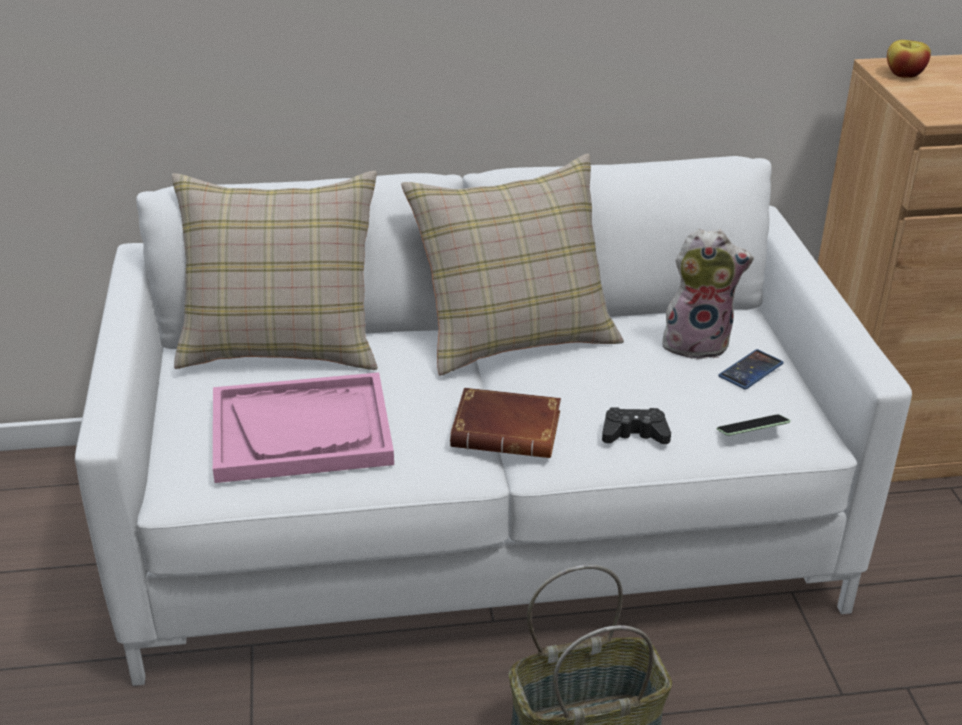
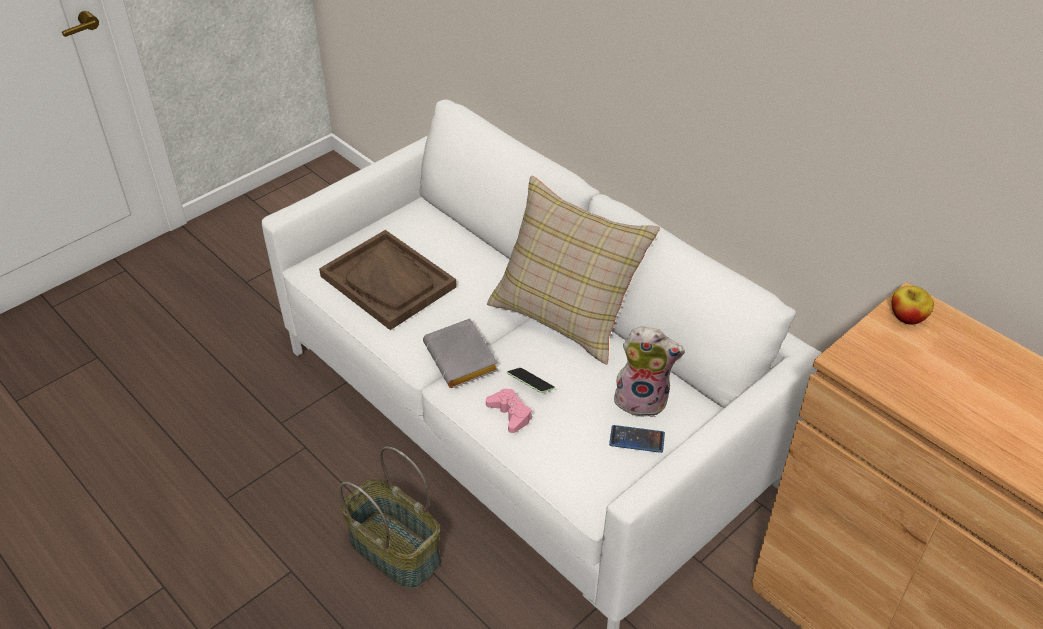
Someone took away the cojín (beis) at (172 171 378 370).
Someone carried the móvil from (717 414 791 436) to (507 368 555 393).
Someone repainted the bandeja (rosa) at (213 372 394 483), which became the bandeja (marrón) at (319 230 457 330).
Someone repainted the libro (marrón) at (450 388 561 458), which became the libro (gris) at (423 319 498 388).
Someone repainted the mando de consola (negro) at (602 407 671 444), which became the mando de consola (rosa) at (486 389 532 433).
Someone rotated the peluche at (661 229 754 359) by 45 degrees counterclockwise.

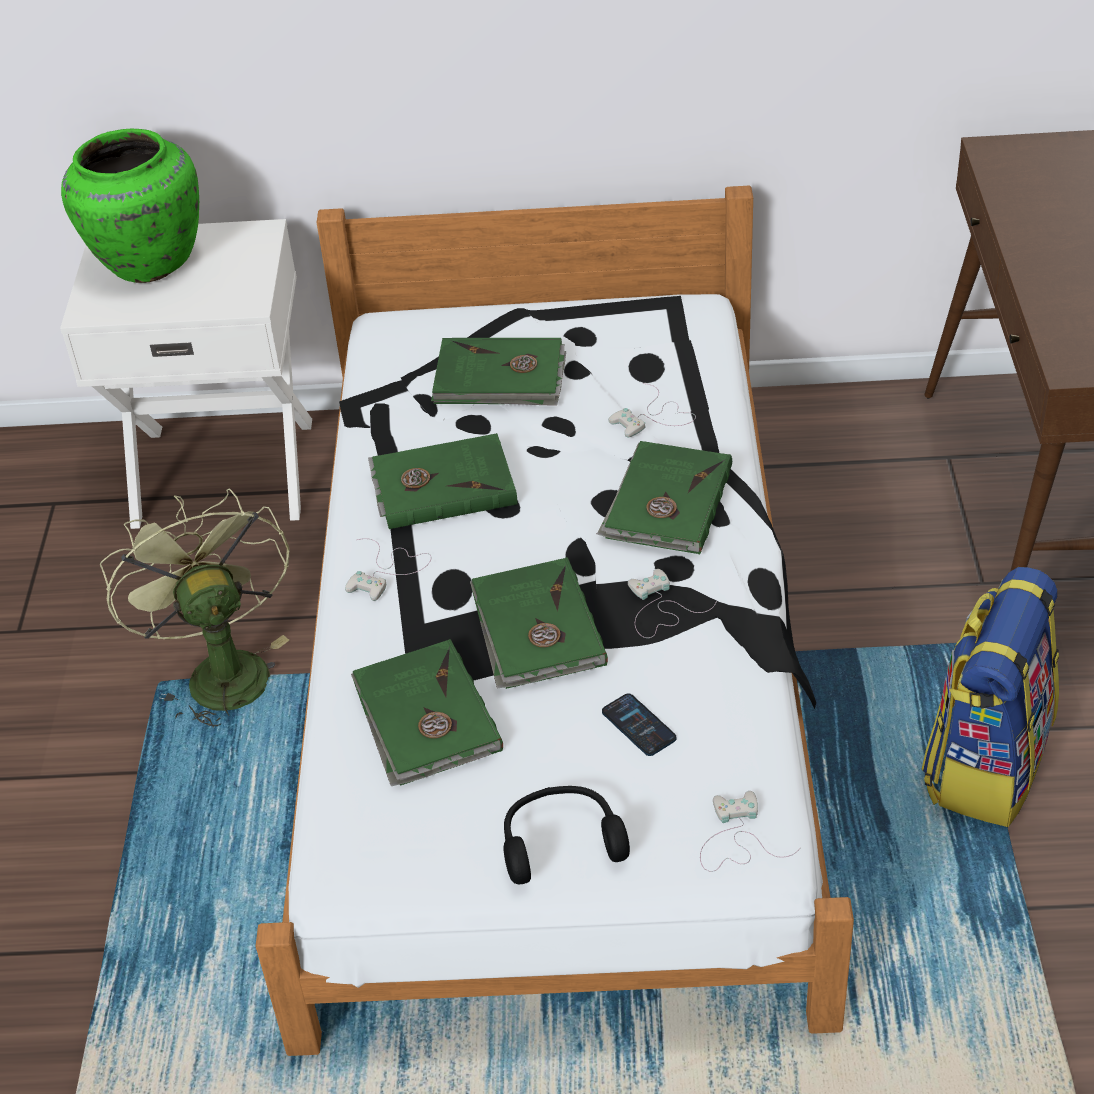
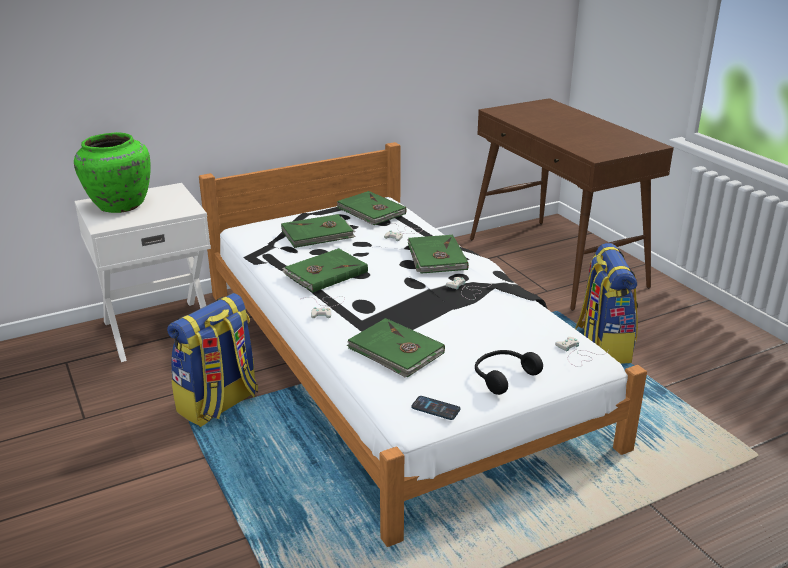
Someone carried the libro (verde) from (470 557 608 689) to (337 191 406 225).
Someone carried the móvil from (602 693 676 756) to (411 396 460 420).
Someone swapped the ventilador (verde) at (100 488 290 728) for the mochila at (167 293 258 427).

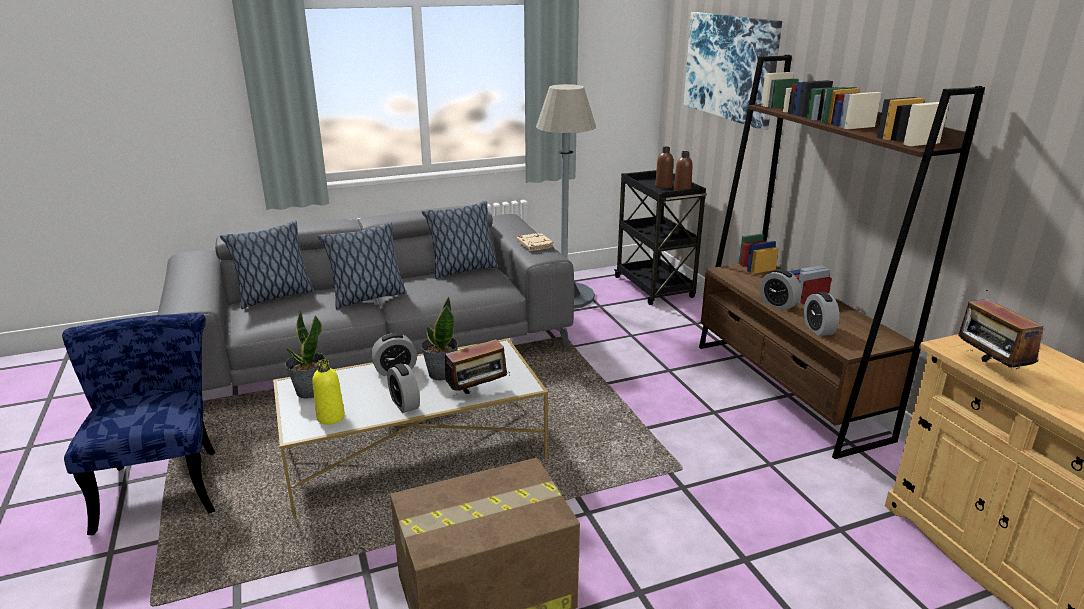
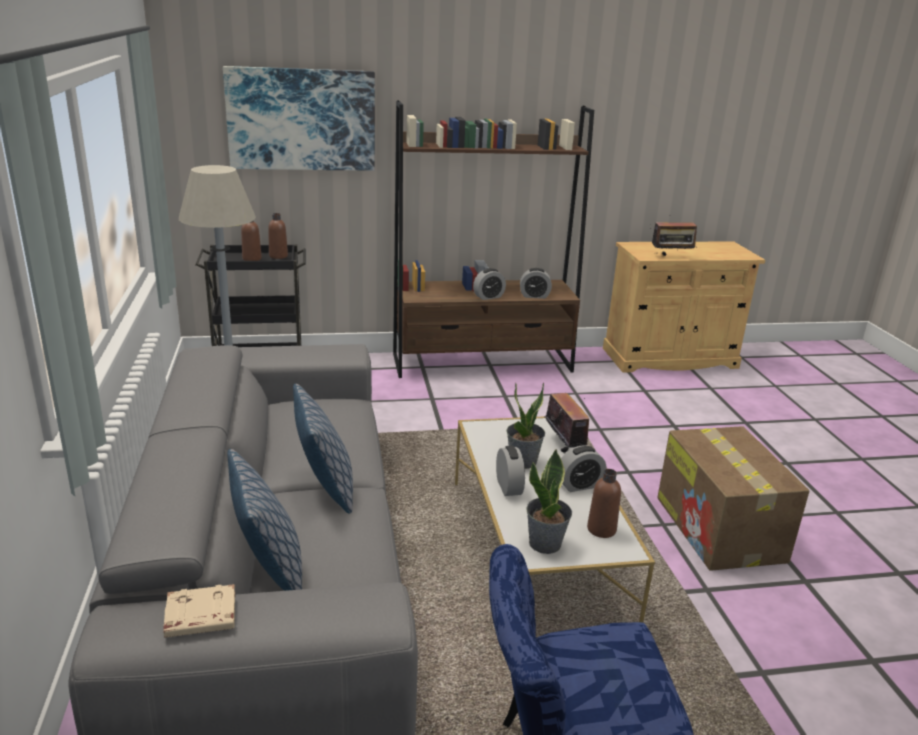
Someone took away the cojín at (422 201 498 279).
Someone carried the libro (beis) from (517 233 554 251) to (163 584 235 638).
Someone repainted the botella (amarillo) at (312 359 345 425), which became the botella (marrón) at (587 469 621 538).

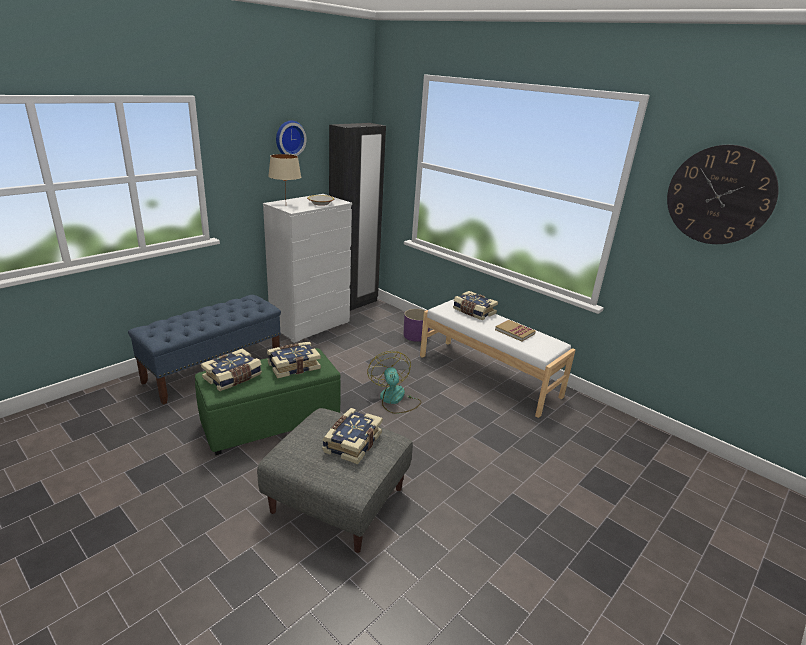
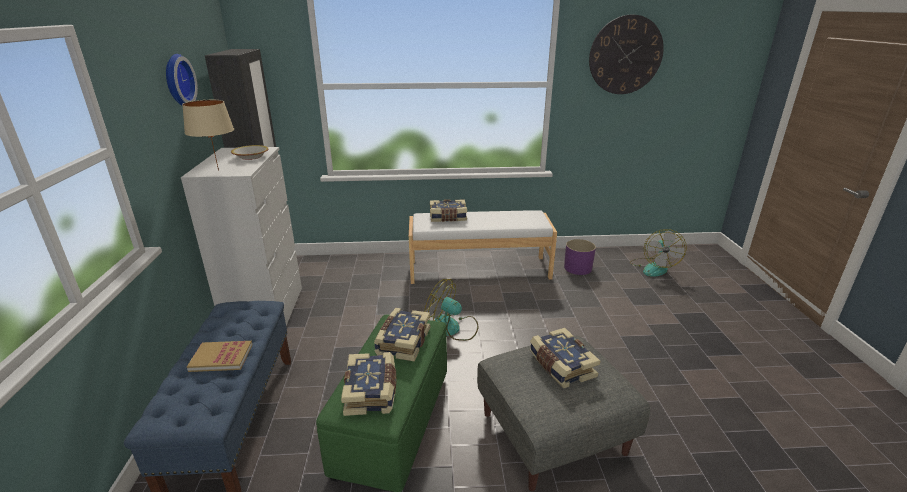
Someone put down the ventilador at (630 229 687 277).
Someone carried the maceta (morado) from (403 309 430 342) to (564 239 596 275).
Someone carried the libro from (495 320 536 341) to (187 341 253 372).

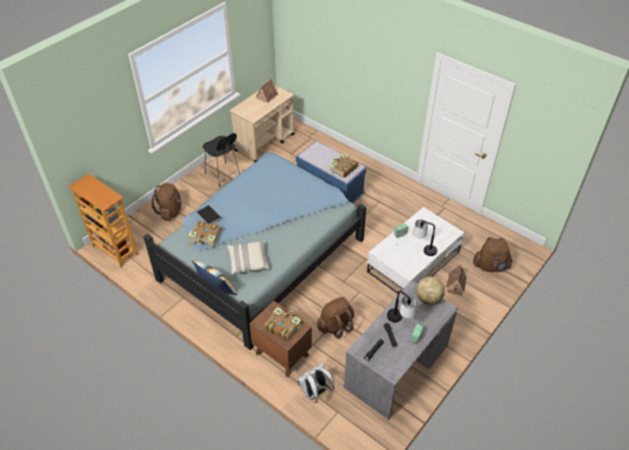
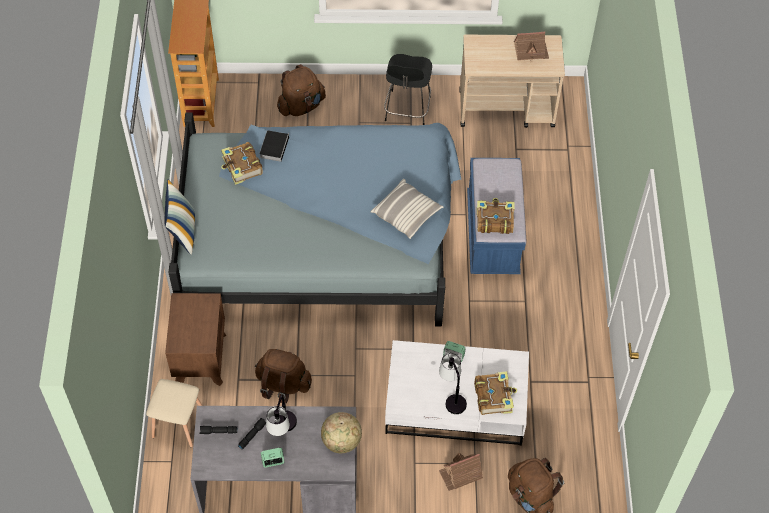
Someone carried the cojín from (227 241 269 274) to (371 179 443 239).
Someone carried the libro from (265 307 301 341) to (474 371 517 415).
Someone swapped the mochila (blanco) at (297 363 334 403) for the taburete (beis) at (146 379 203 447).

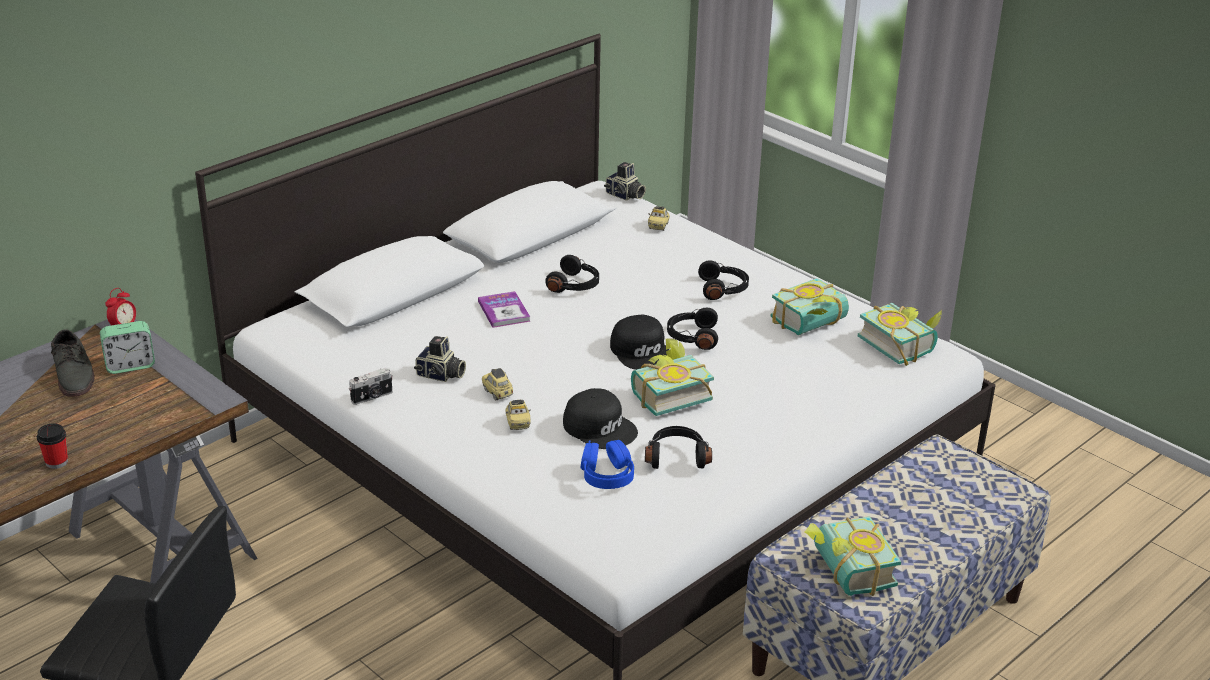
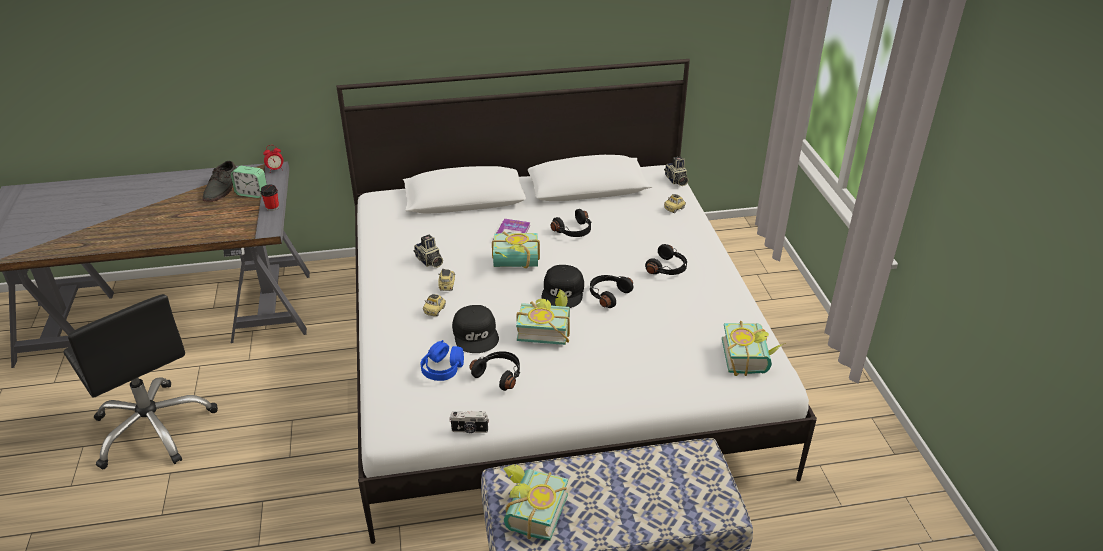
Someone carried the taza from (37 423 68 469) to (261 185 279 211).
Someone carried the cámara from (349 368 392 405) to (449 411 489 433).
Someone carried the libro from (771 278 849 335) to (492 232 540 268).

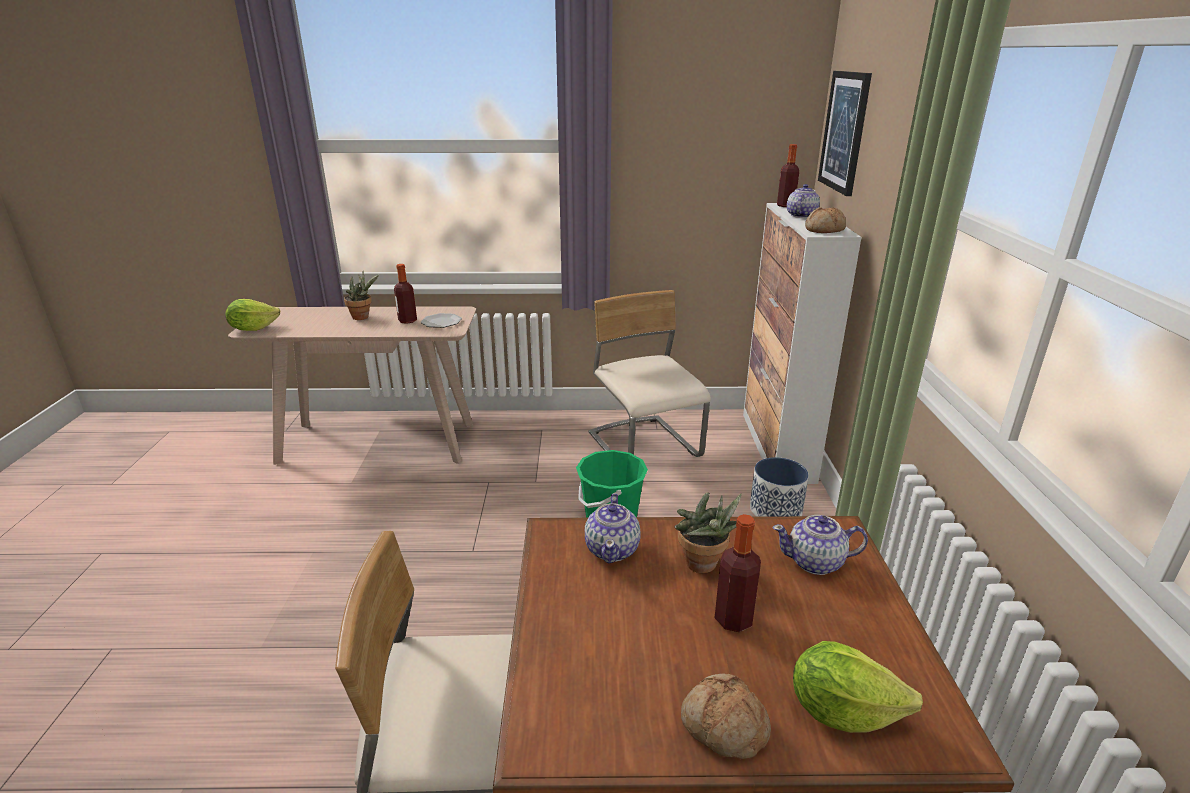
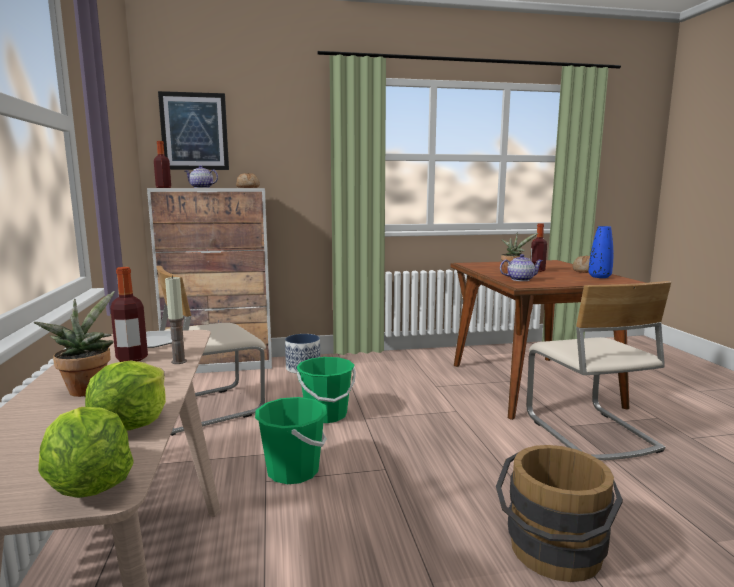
Someone took away the tetera at (772 515 868 575).
Someone put down the vela at (165 275 187 364).
Someone put down the cubo (verde) at (255 397 327 484).
Someone put down the cubo (marrón) at (496 445 623 582).
Someone put down the florero (azul) at (589 226 613 278).
Someone carried the lechuga from (793 641 923 733) to (85 360 166 431).

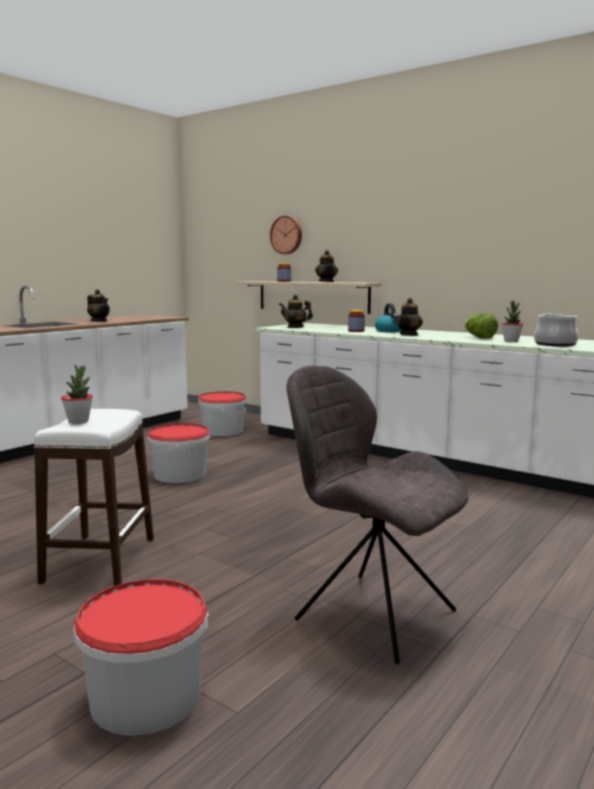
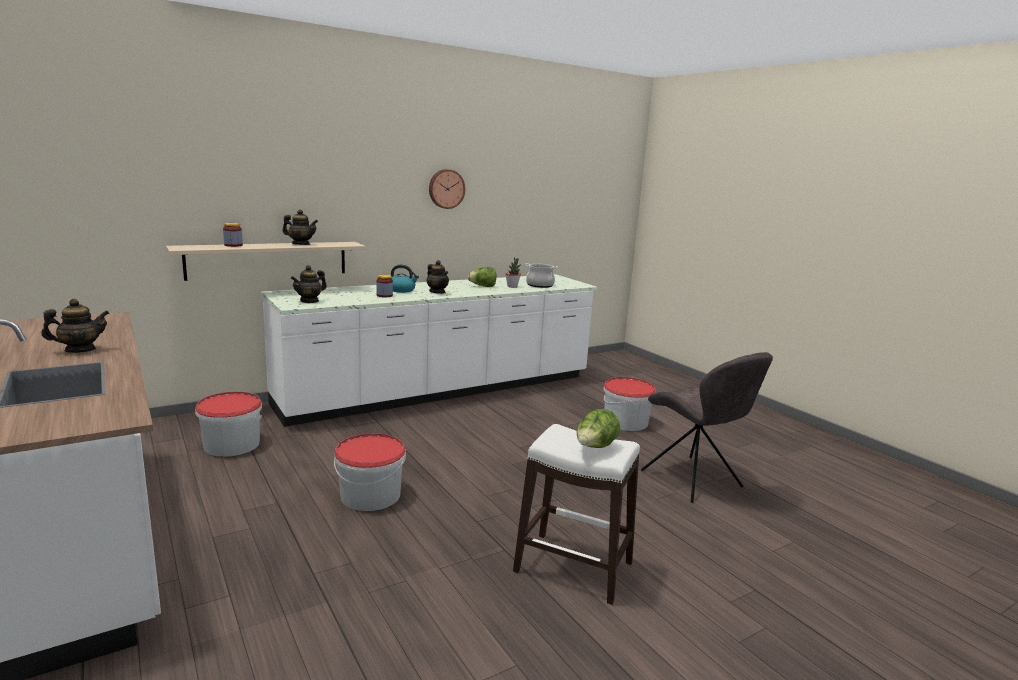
Someone carried the cubo from (73 579 209 736) to (604 377 656 431).
Someone carried the reloj de pared from (270 216 302 254) to (429 169 465 209).
Someone swapped the planta en maceta at (61 365 93 424) for the lechuga at (577 409 620 448).
Someone rotated the silla (gris) at (286 366 469 664) by 90 degrees counterclockwise.

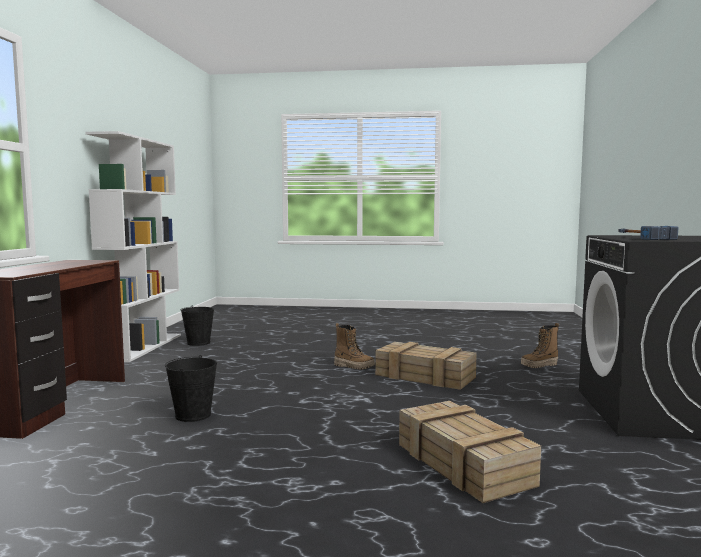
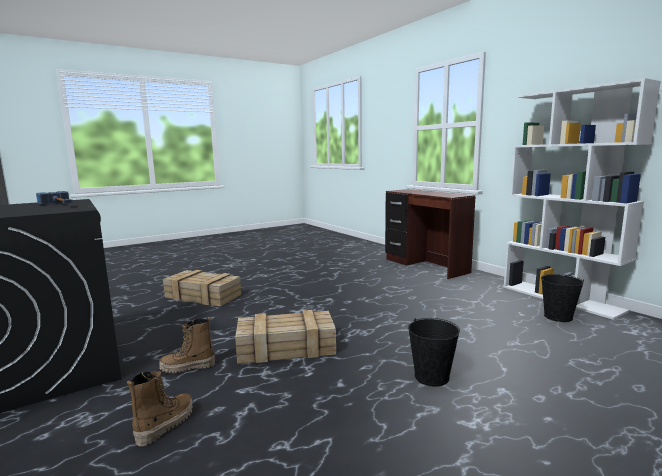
Someone carried the cubo (negro) from (165 355 217 422) to (408 318 460 387).
Someone carried the bota from (334 323 375 369) to (159 317 215 373).

